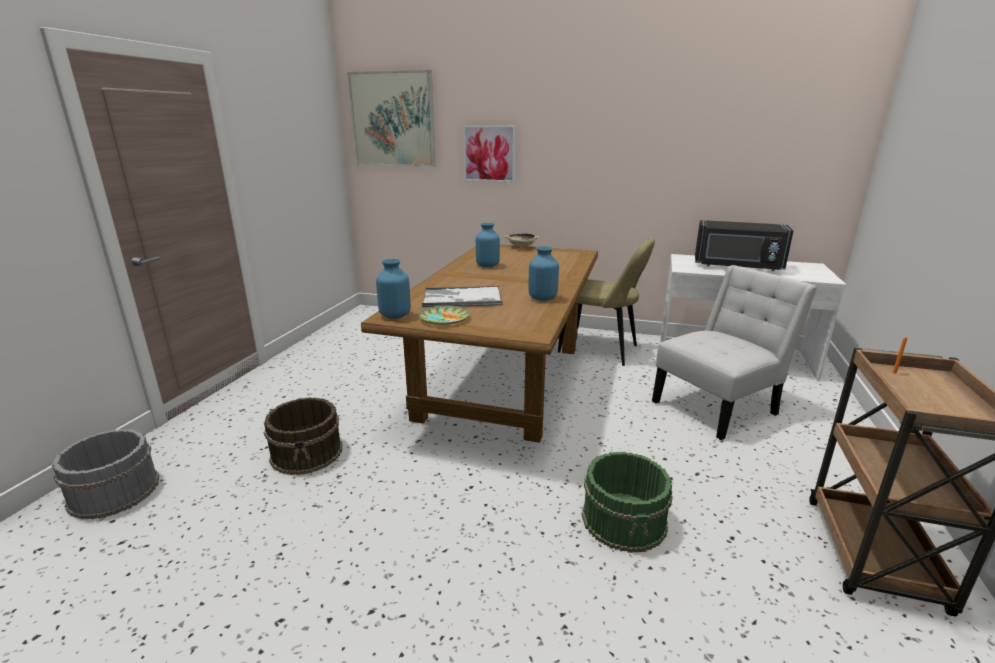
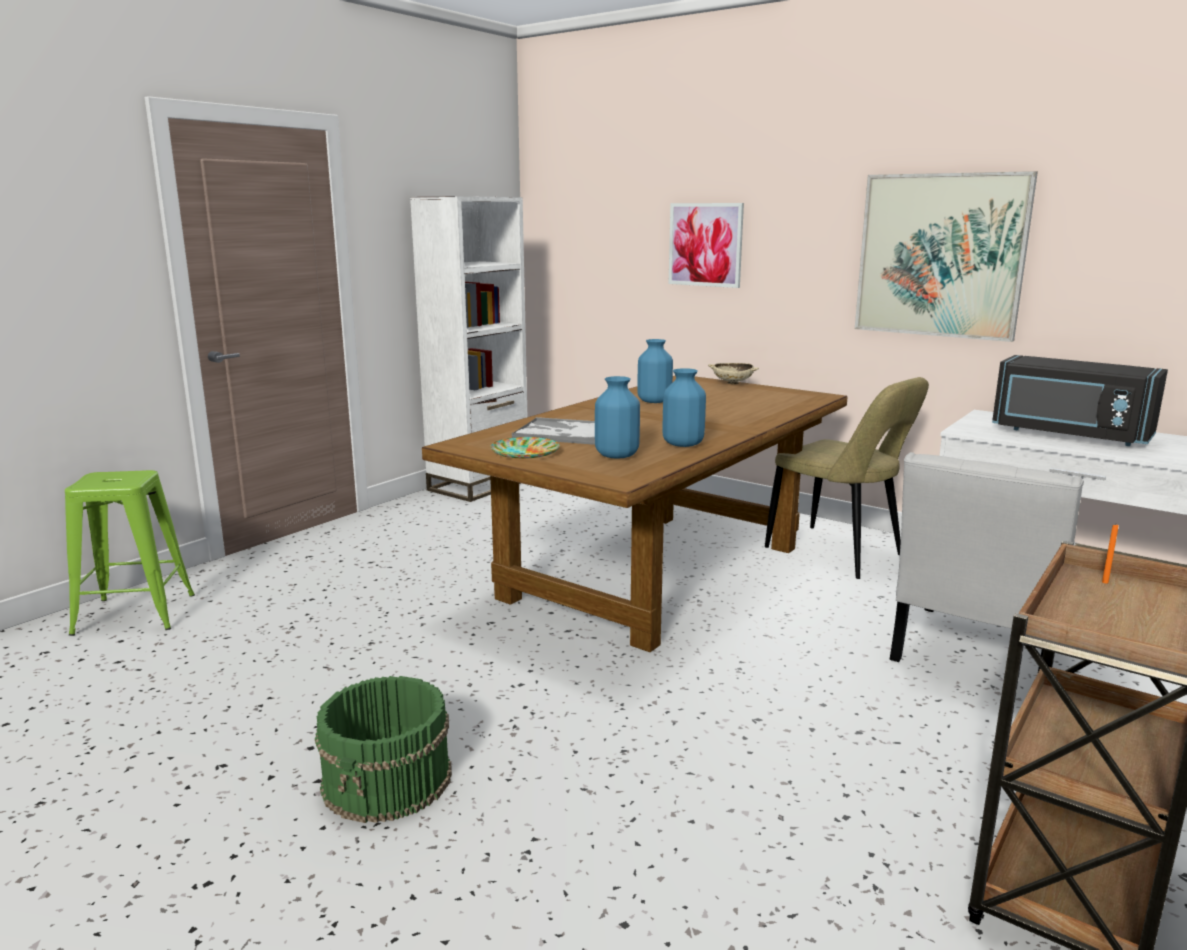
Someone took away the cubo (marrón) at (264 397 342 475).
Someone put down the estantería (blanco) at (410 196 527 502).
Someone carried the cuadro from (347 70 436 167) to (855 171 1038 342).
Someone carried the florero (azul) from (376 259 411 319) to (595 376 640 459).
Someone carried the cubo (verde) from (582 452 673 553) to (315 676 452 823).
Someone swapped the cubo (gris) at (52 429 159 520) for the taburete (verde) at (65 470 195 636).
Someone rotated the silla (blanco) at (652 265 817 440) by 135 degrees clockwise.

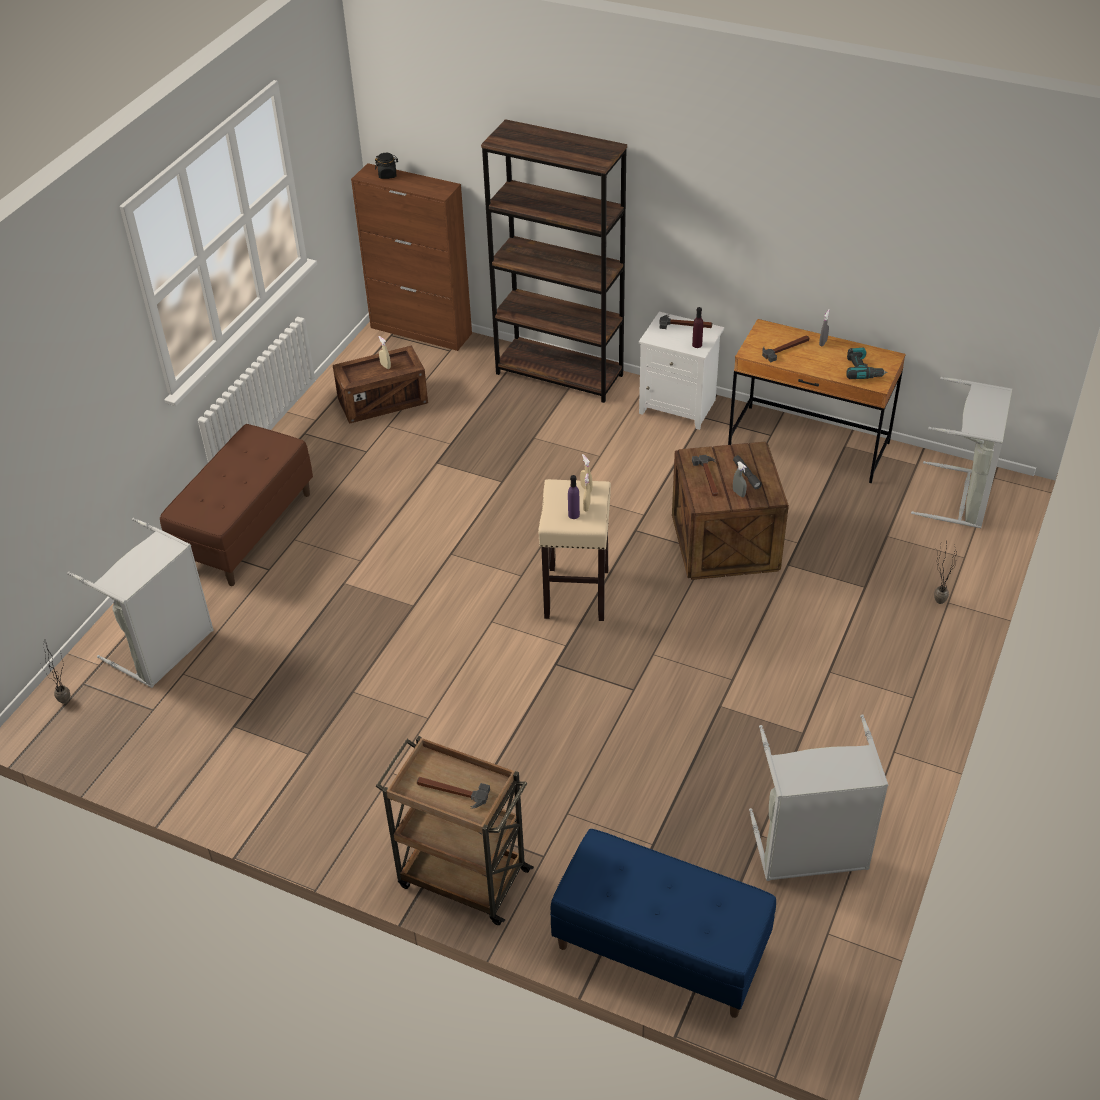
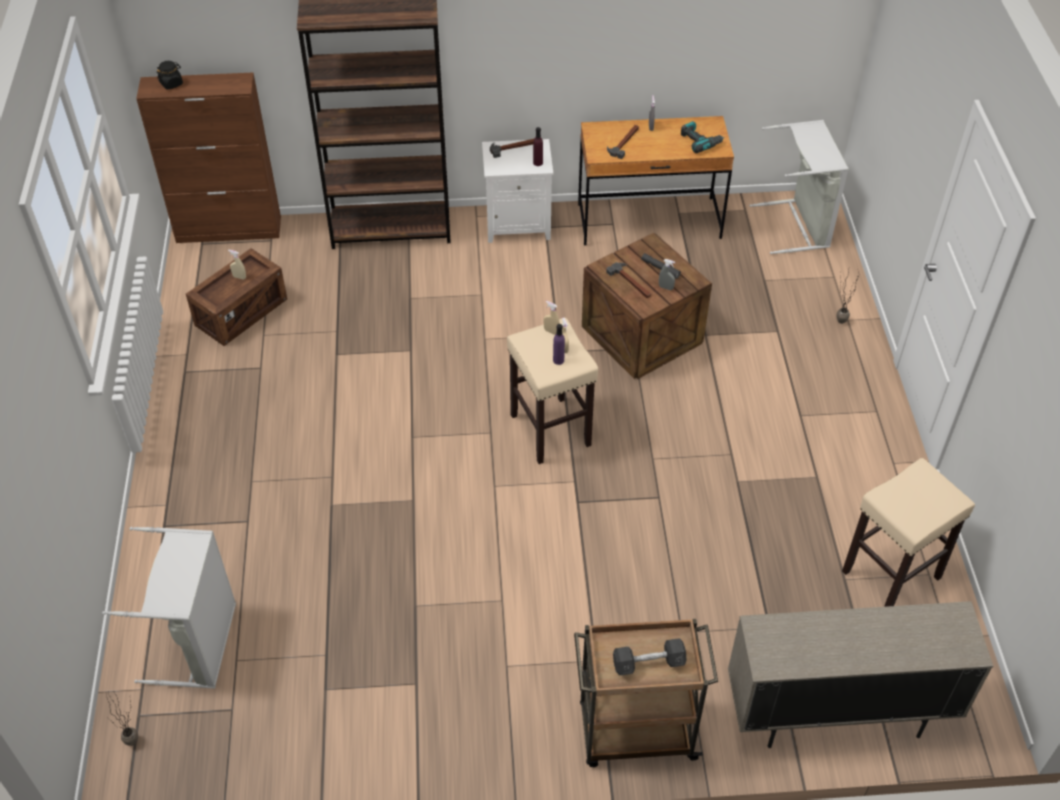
Someone took away the banco (marrón) at (160 424 313 586).
Someone swapped the martillo at (417 777 490 809) for the mancuerna (gris) at (613 639 687 675).
Someone swapped the banco (azul) at (550 829 776 1018) for the armario (beis) at (728 601 993 748).
Someone swapped the cesto de la ropa (gris) at (749 714 888 881) for the taburete (beis) at (842 458 975 607).

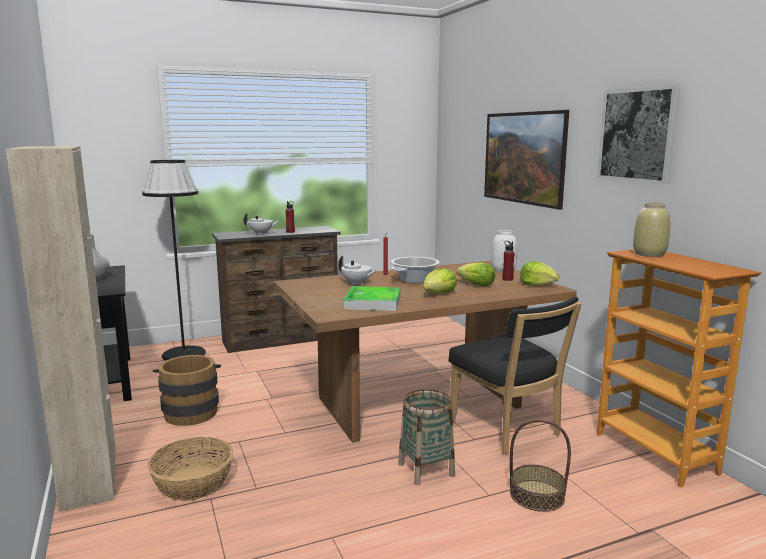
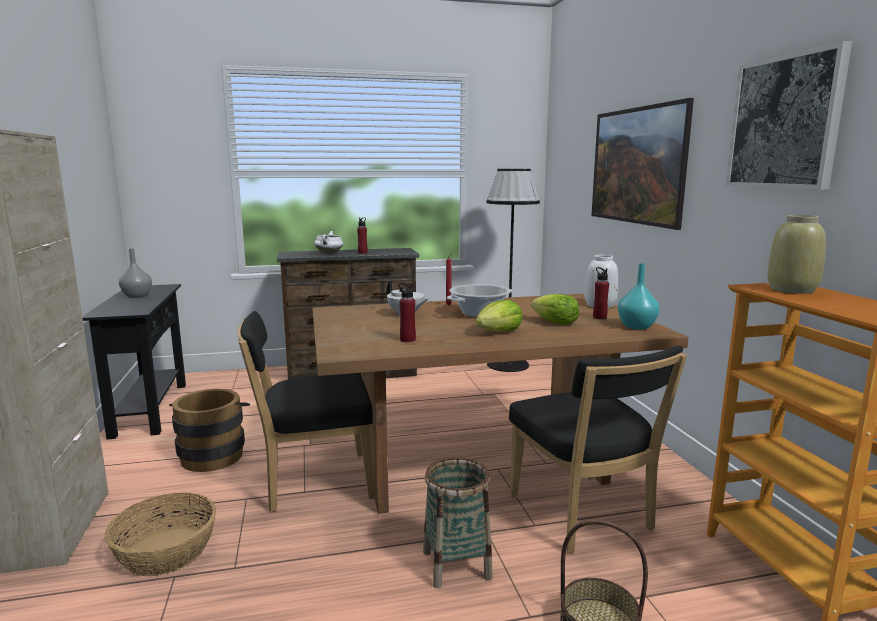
Someone put down the silla (negro) at (237 311 375 512).
Someone carried the lámpara de pie (negro) from (142 160 206 360) to (486 169 540 372).
Someone swapped the tetera (blanco) at (243 213 279 235) for the olla (blanco) at (314 231 343 254).
Someone swapped the bandeja at (344 286 401 311) for the botella (rojo) at (399 283 416 342).
Someone swapped the lechuga at (520 261 559 286) for the florero (turquesa) at (618 263 659 330).

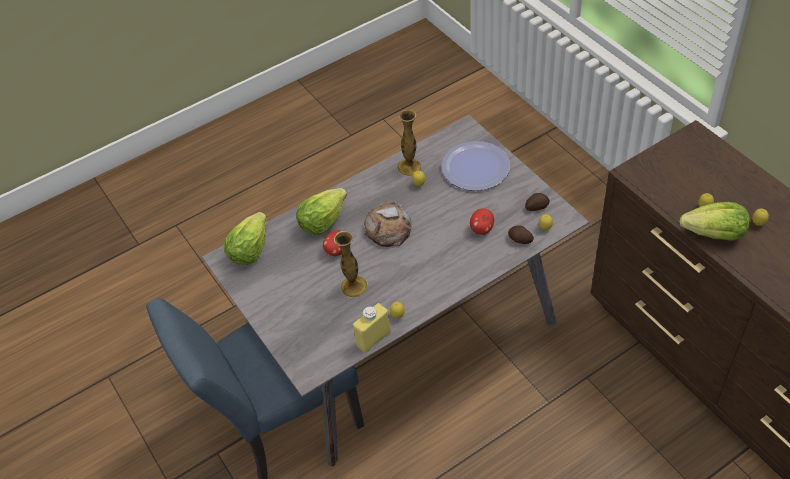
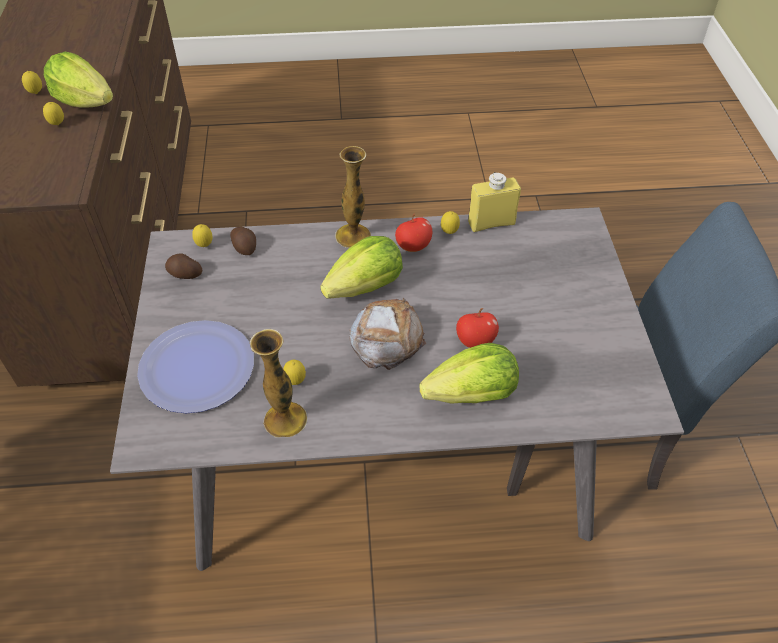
Someone carried the lechuga from (224 212 266 265) to (320 236 403 298).
Someone carried the florero from (334 231 368 298) to (335 146 371 248).
Someone carried the manzana from (470 208 494 235) to (395 214 432 252).

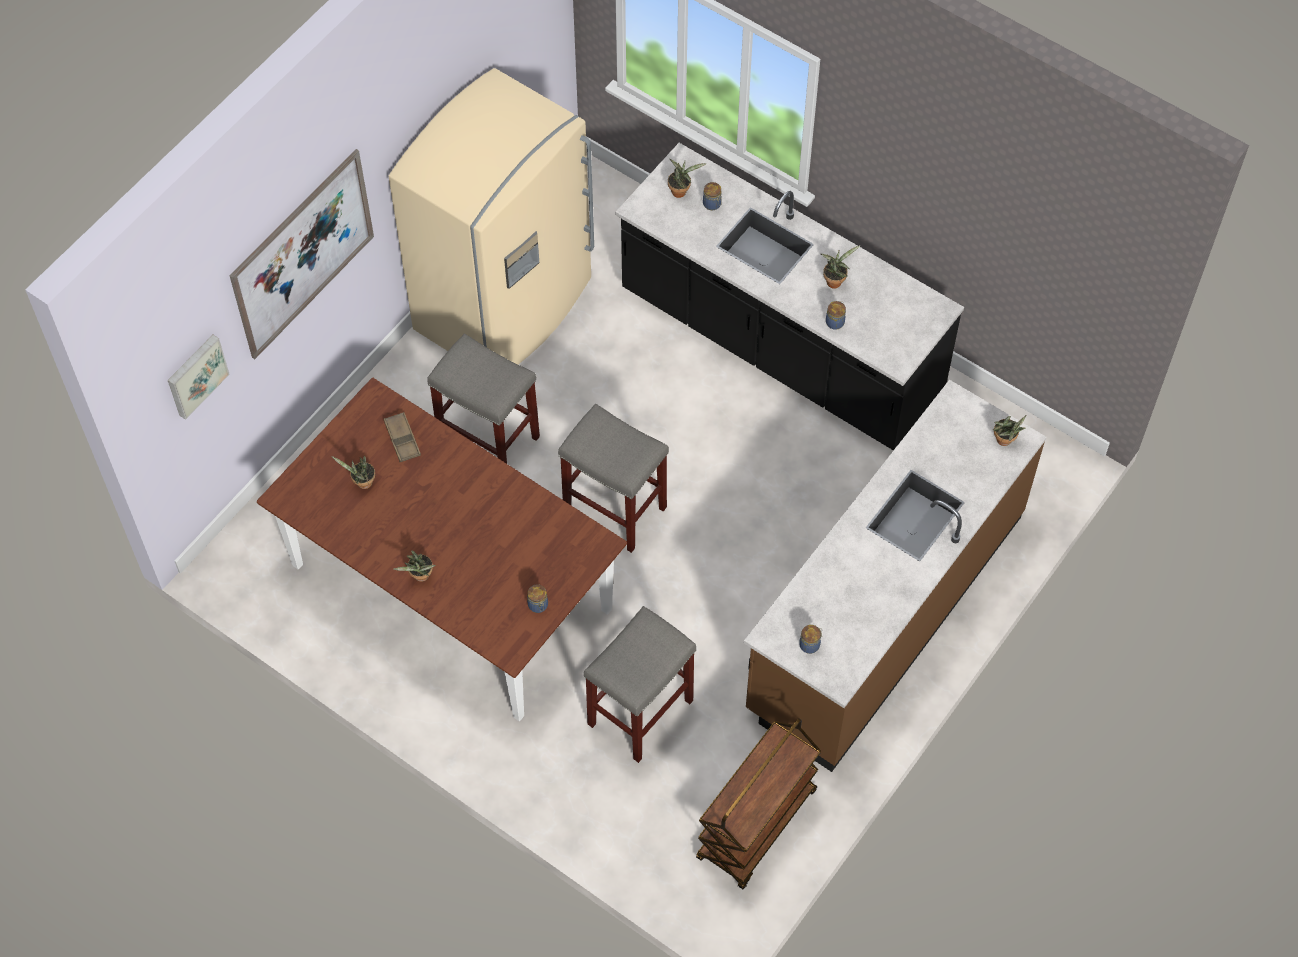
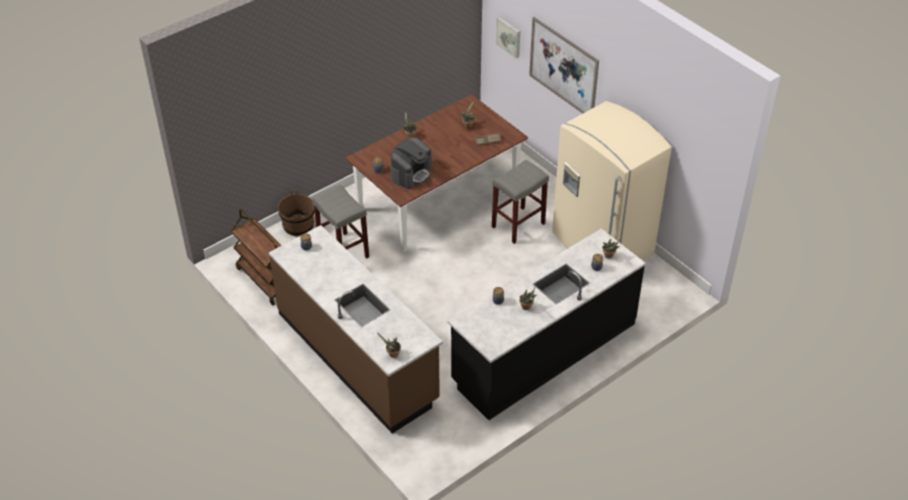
Someone took away the taburete (gris) at (558 404 669 553).
Someone put down the cubo (marrón) at (278 190 314 237).
Someone put down the cafetera at (390 137 432 189).

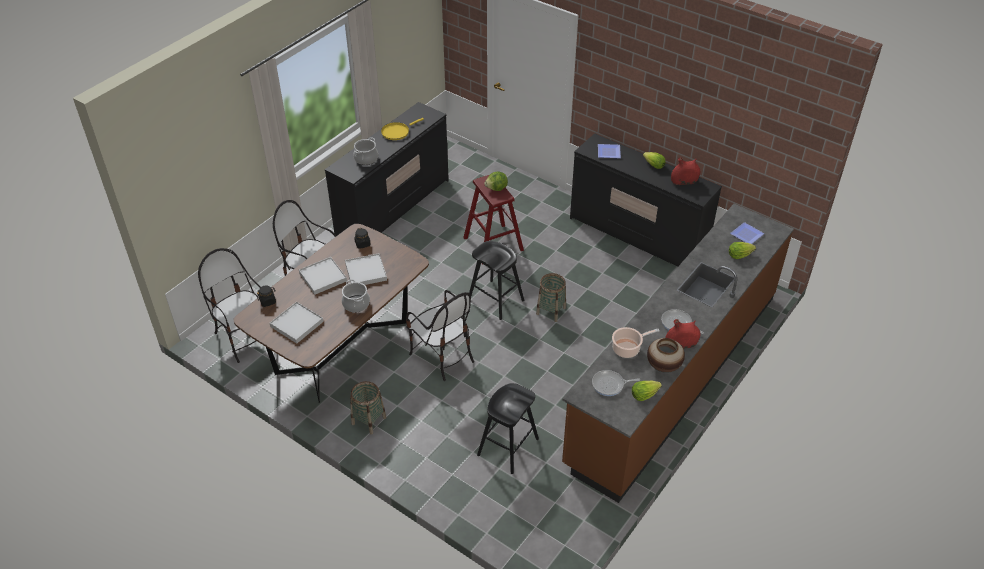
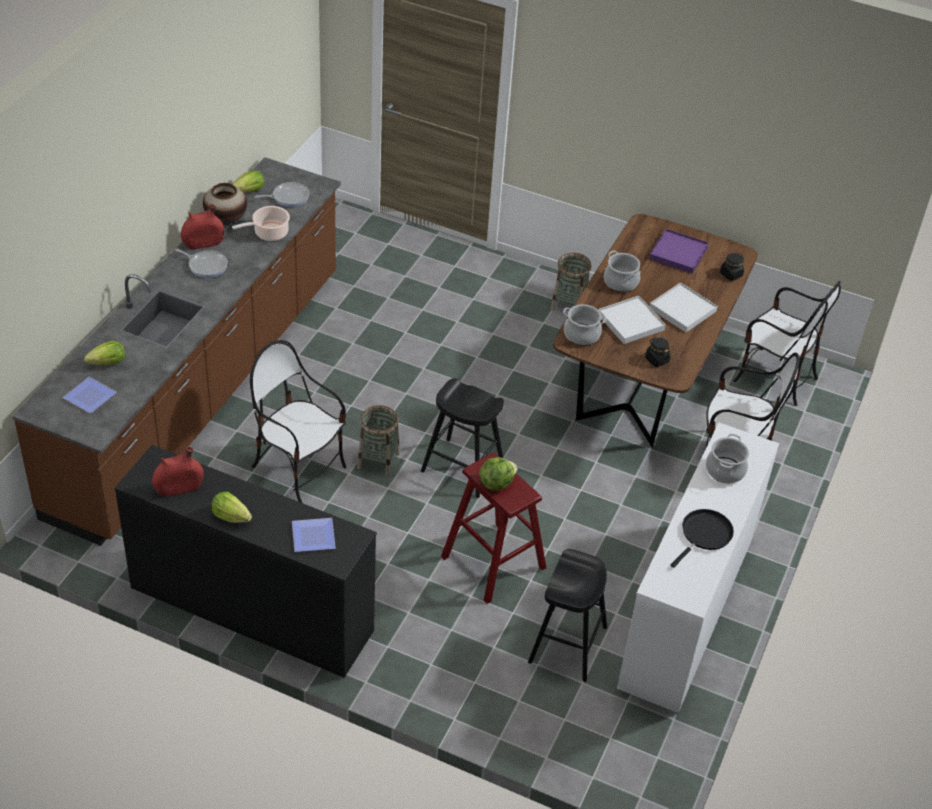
Someone put down the olla at (563 304 606 345).
Someone carried the silla from (406 290 474 381) to (250 340 346 503).
Someone carried the taburete (negro) from (477 383 539 474) to (528 549 607 682).
Someone repainted the bandeja (blanco) at (270 302 324 343), which became the bandeja (morado) at (649 229 709 274).
Someone repainted the cómoda (negro) at (325 102 449 236), which became the cómoda (blanco) at (617 422 779 713).
Someone repainted the sartén (amarillo) at (381 118 424 140), which became the sartén (negro) at (670 509 734 568).

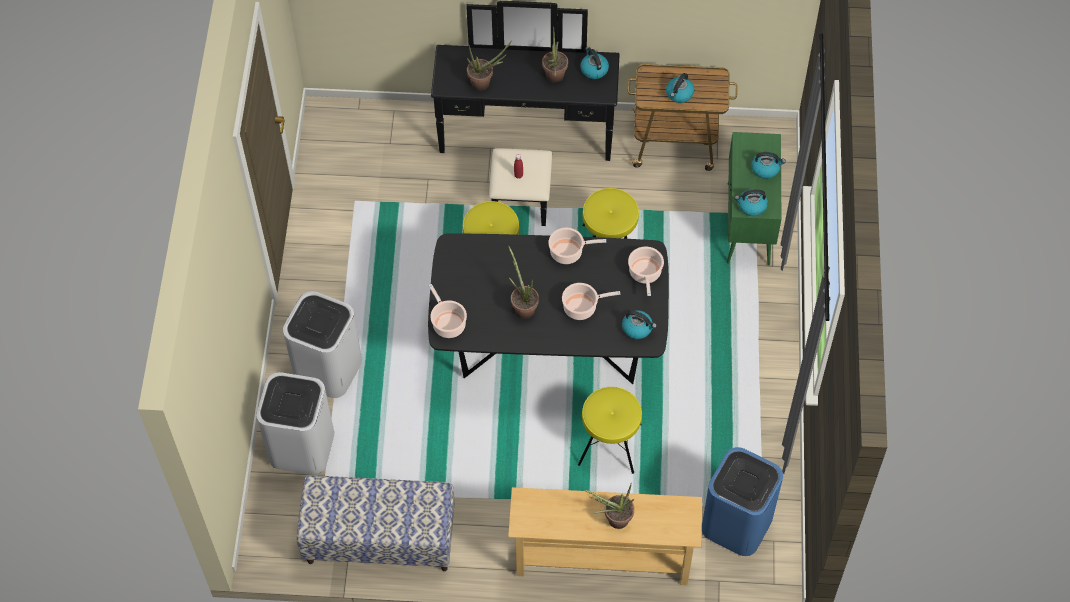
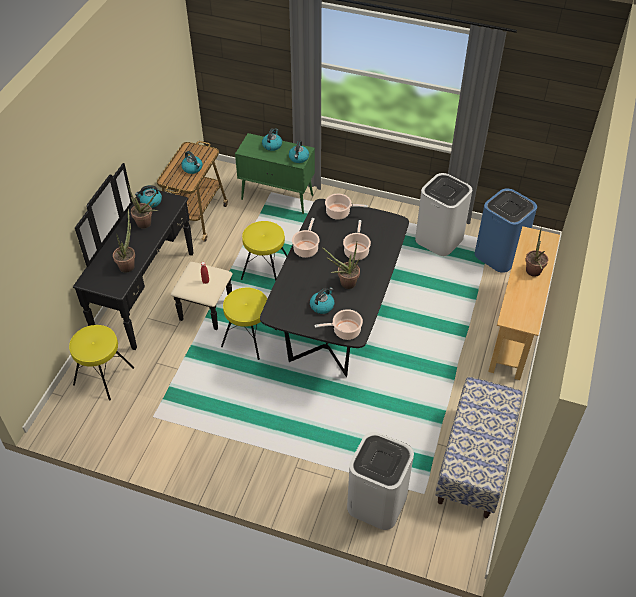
Someone carried the papelera (blanco) from (283 291 362 398) to (415 173 472 256).
Someone carried the taburete (amarillo) from (578 387 642 474) to (69 325 134 401).
Someone carried the hervidor from (622 310 657 339) to (310 287 334 314).

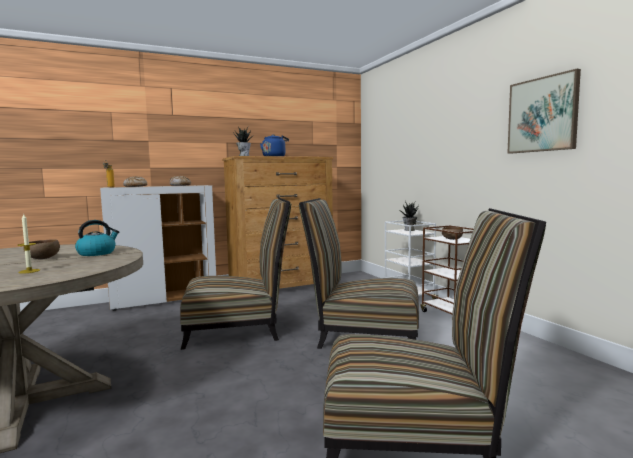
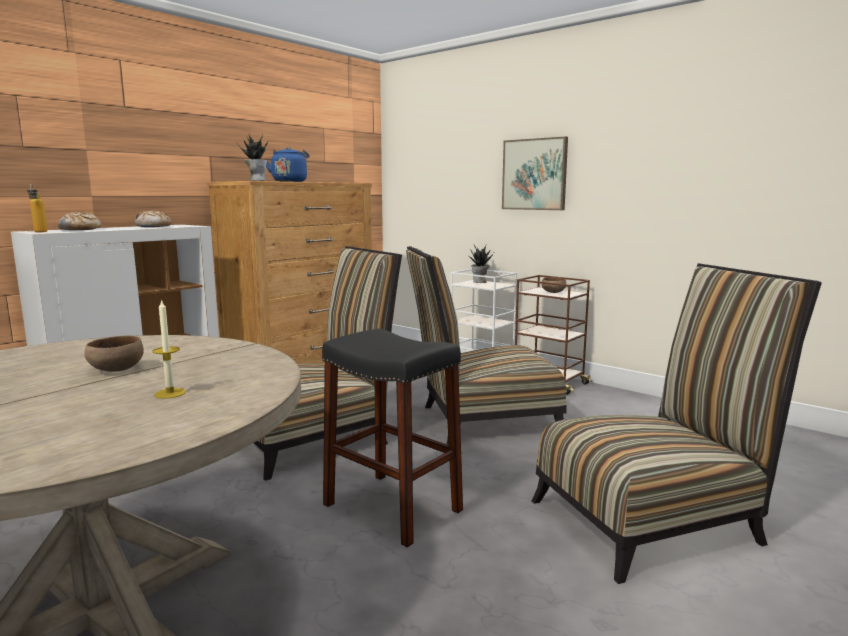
Someone took away the hervidor at (75 220 119 256).
Someone put down the taburete (negro) at (322 329 463 547).
Someone carried the cuadro from (508 69 581 154) to (502 136 568 210).

